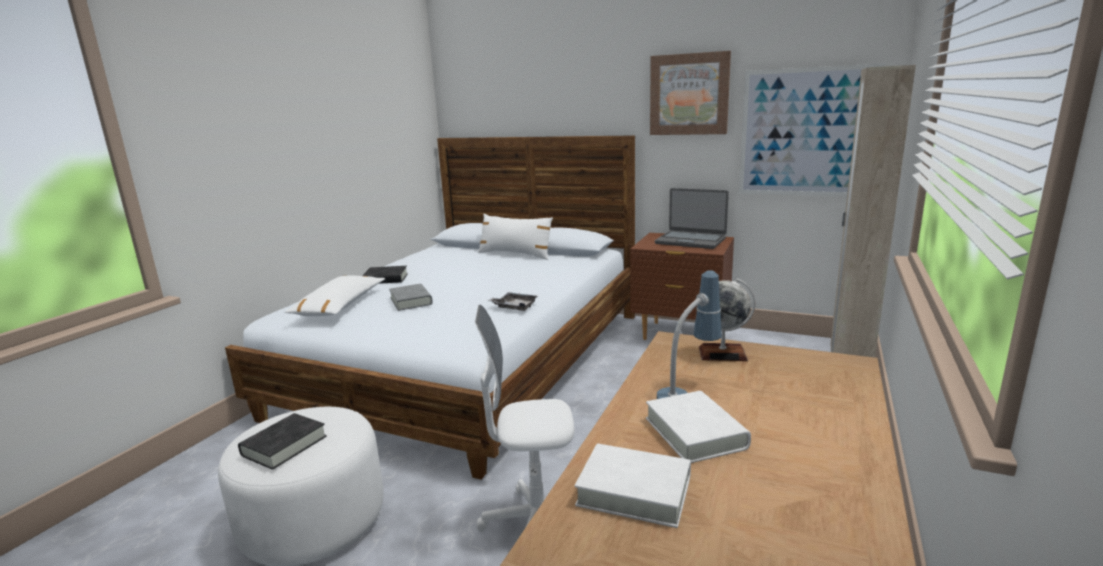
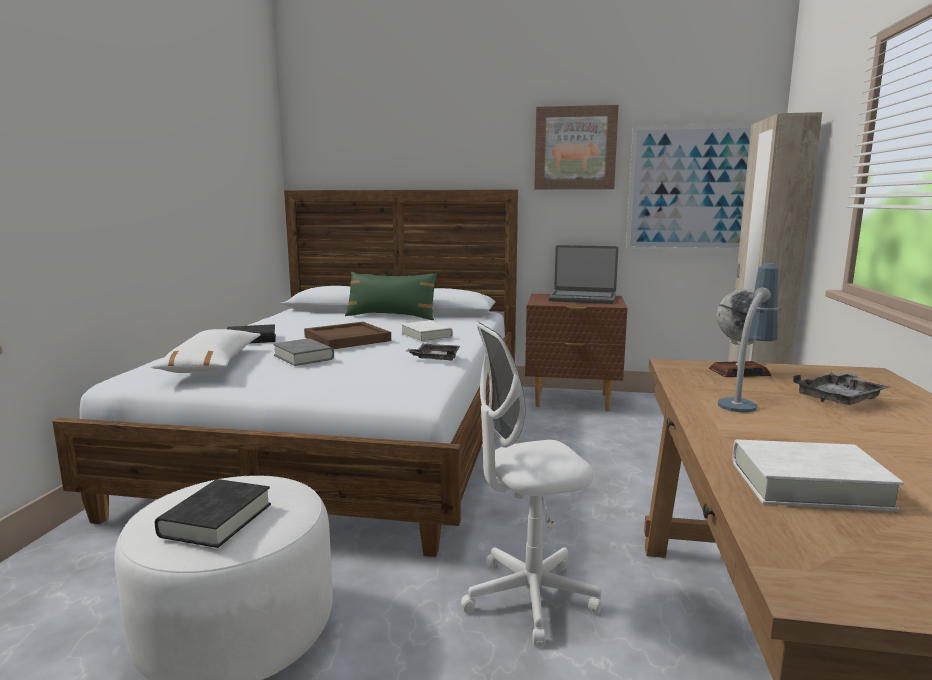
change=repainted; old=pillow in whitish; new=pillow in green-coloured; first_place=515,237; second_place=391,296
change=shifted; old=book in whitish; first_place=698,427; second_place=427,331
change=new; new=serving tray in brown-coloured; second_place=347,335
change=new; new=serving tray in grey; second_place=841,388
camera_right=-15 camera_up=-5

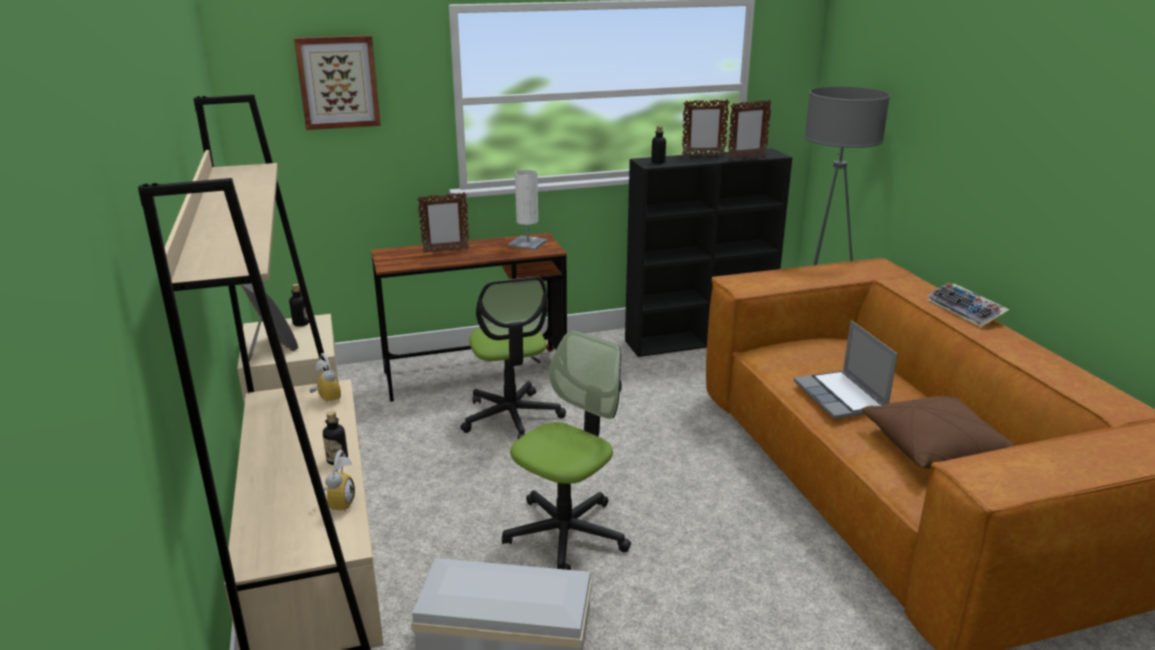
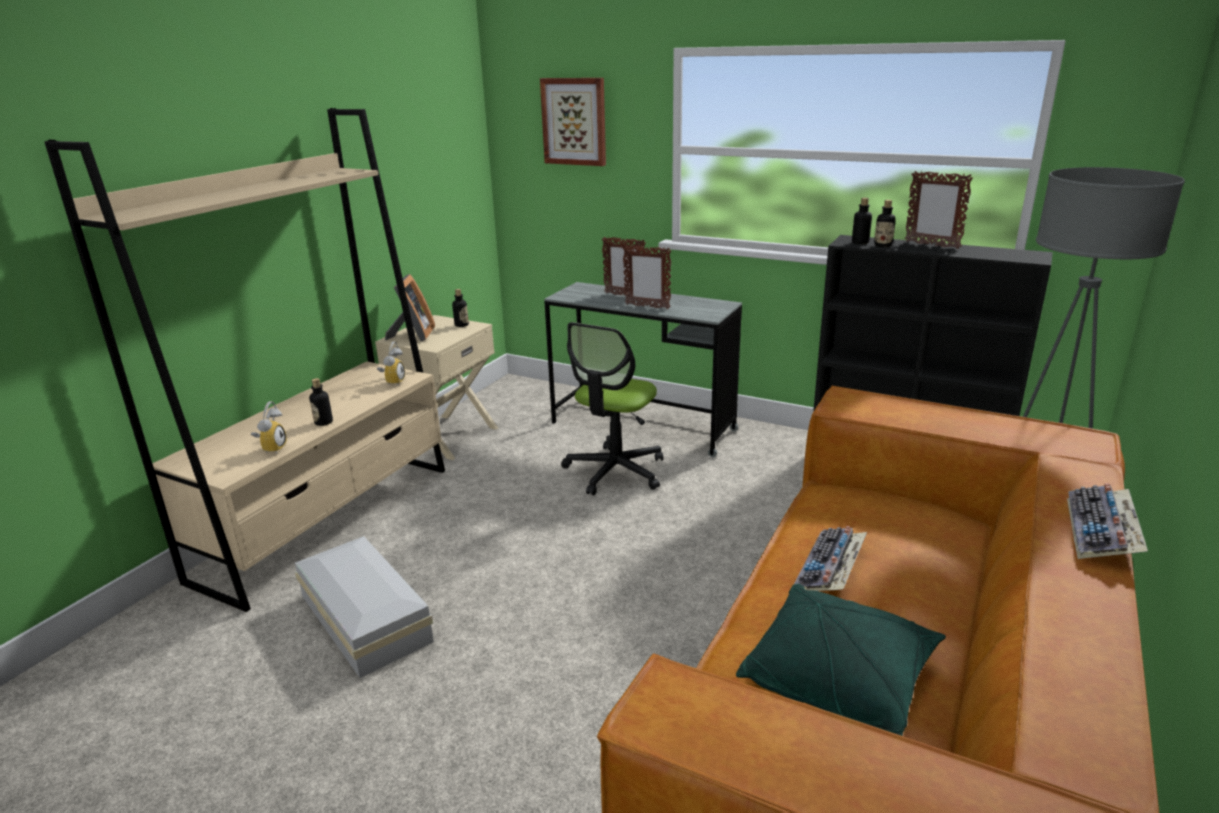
change=shifted; old=photo frame; first_place=750,130; second_place=647,277
change=gone; old=lamp for a table in whitish; first_place=527,210
change=repainted; old=desk in brown-coloured; new=desk in grey; first_place=469,317; second_place=643,369
change=swapped; old=laptop; new=keyboard; first_place=846,369; second_place=830,558
change=gone; old=desk chair; first_place=566,450
change=repainted; old=pillow in brown-coloured; new=pillow in green-coloured; first_place=938,432; second_place=841,660
change=rotated; old=bedside clock; first_place=339,481; second_place=269,427; degrees=-45
change=new; new=bottle; second_place=885,223
camera_right=45 camera_up=0

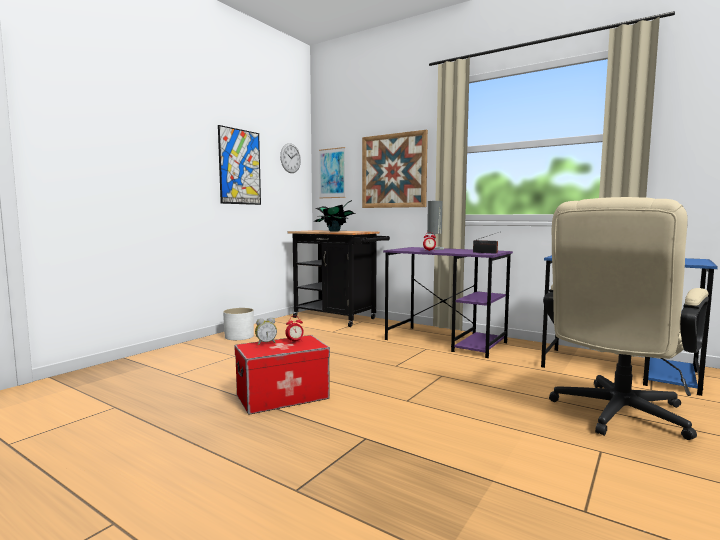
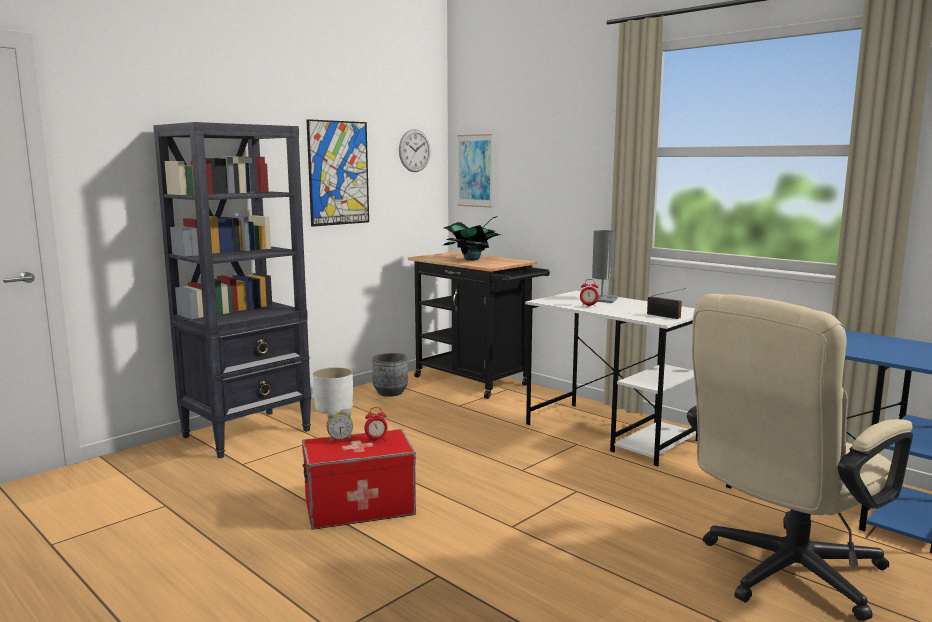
change=gone; old=wall picture; first_place=395,169
change=repainted; old=desk in purple; new=desk in whitish; first_place=448,302; second_place=611,379
change=new; new=bookcase in blackish; second_place=232,290
change=new; new=flower pot in grey; second_place=390,375
camera_right=10 camera_up=5

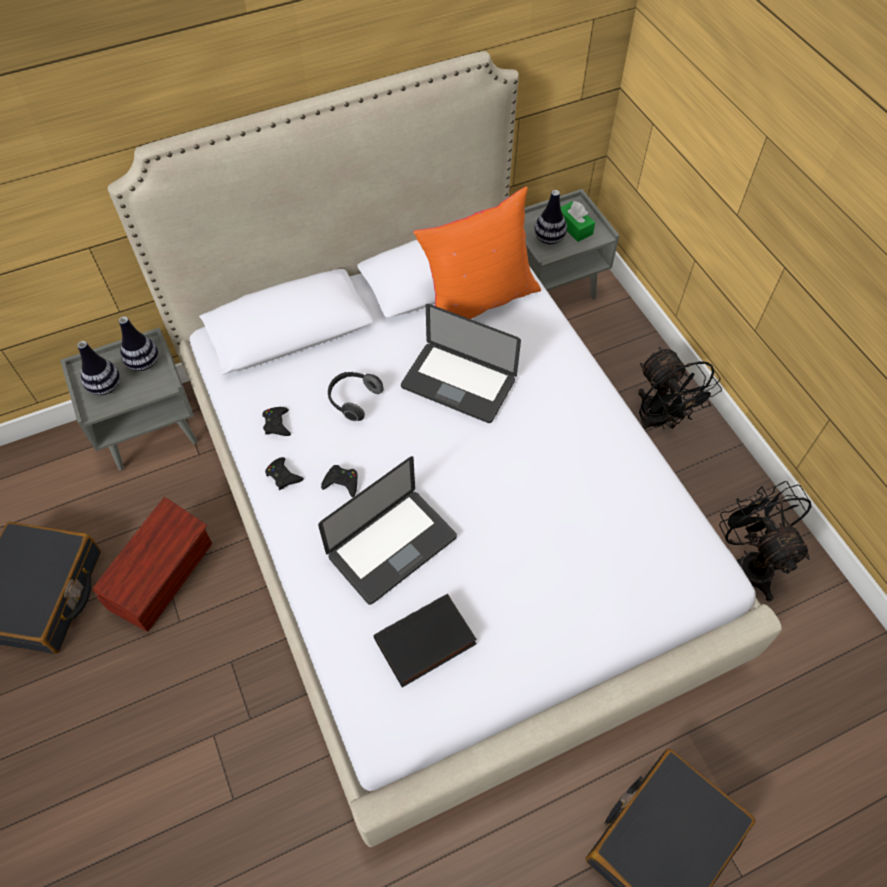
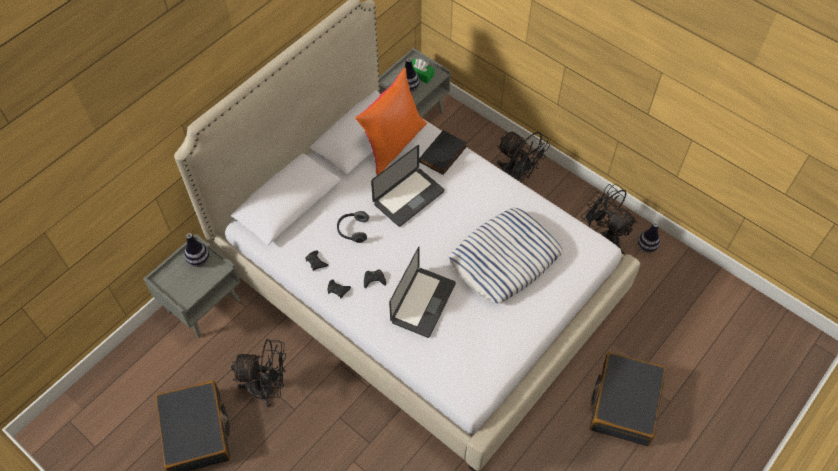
change=rotated; old=laptop; first_place=461,363; second_place=407,186; degrees=-45
change=shifted; old=flower vase; first_place=98,368; second_place=648,237
change=swapped; old=storage box in brown-coloured; new=fan in blackish; first_place=152,564; second_place=258,373
change=shifted; old=book in blackish; first_place=425,640; second_place=443,152
change=new; new=pillow; second_place=505,255
camera_right=-25 camera_up=0

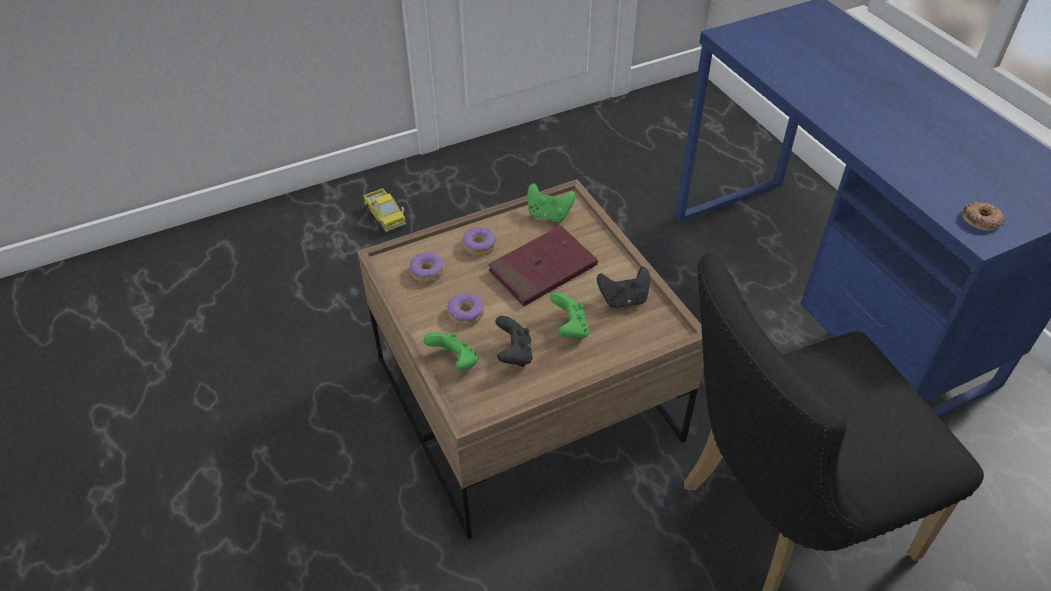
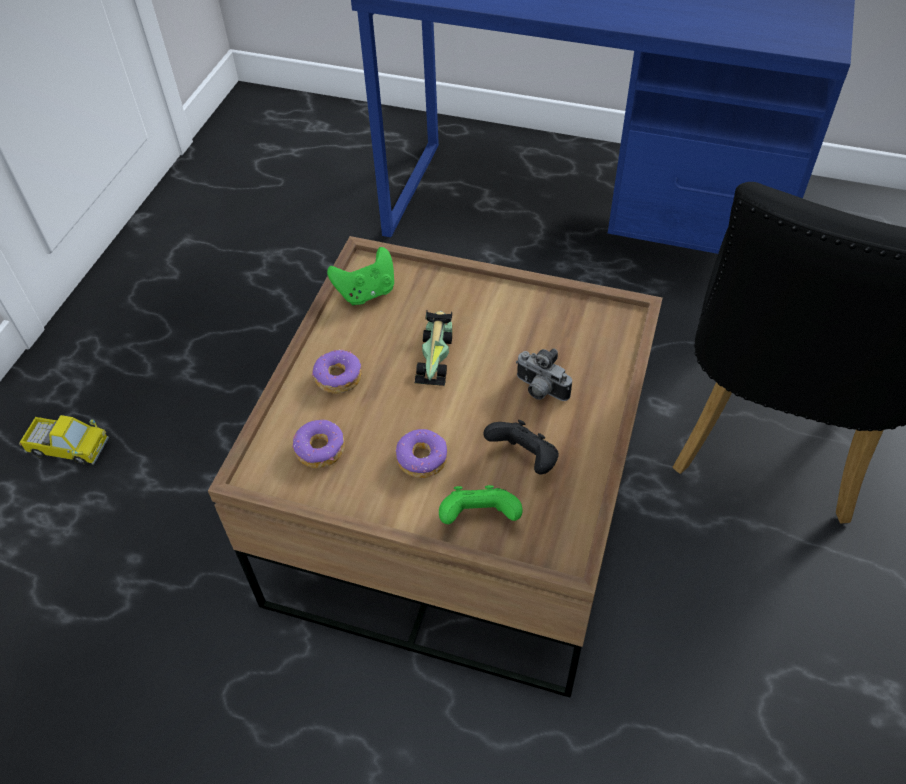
change=gone; old=doughnut; first_place=983,216
change=swapped; old=book in red-coloured; new=toy car; first_place=543,266; second_place=433,348
change=gone; old=game controller in blackish; first_place=623,287
change=swapped; old=game controller in green-coloured; new=photo camera; first_place=569,316; second_place=544,374
camera_right=-45 camera_up=5

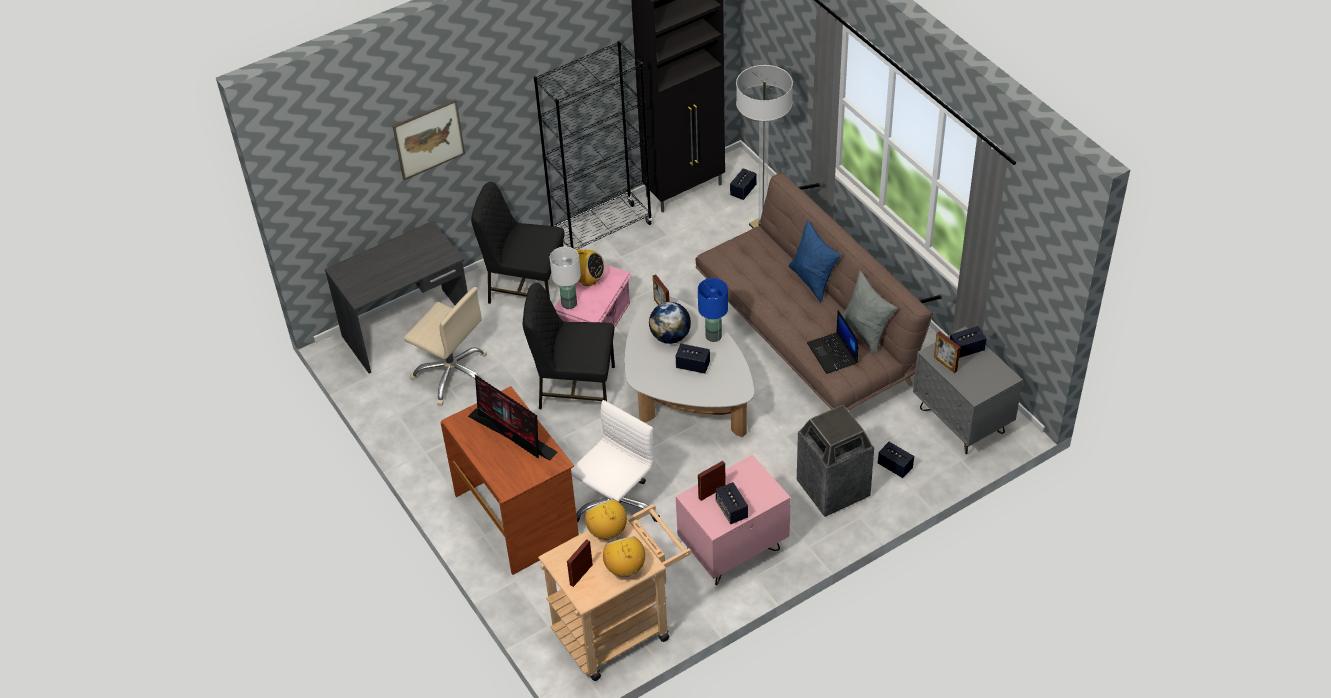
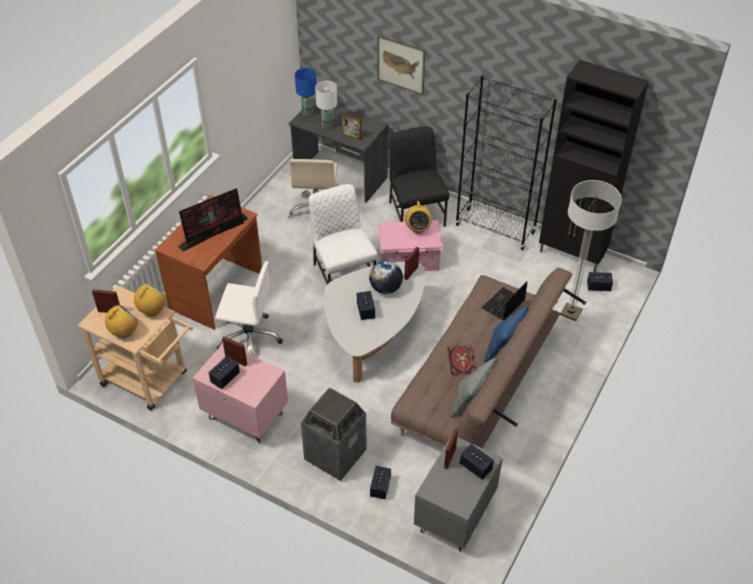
change=shifted; old=lamp for a table in whitish; first_place=565,277; second_place=326,105
change=shifted; old=lamp for a table in bluish; first_place=713,310; second_place=306,92
change=repainted; old=plain chair in blackish; new=plain chair in whitish; first_place=569,346; second_place=343,234
change=shifted; old=laptop; first_place=833,342; second_place=504,301
change=rotated; old=monitor; first_place=513,418; second_place=213,220; degrees=-135
change=new; new=photo frame; second_place=352,127
change=new; new=book; second_place=461,360
camera_right=60 camera_up=0

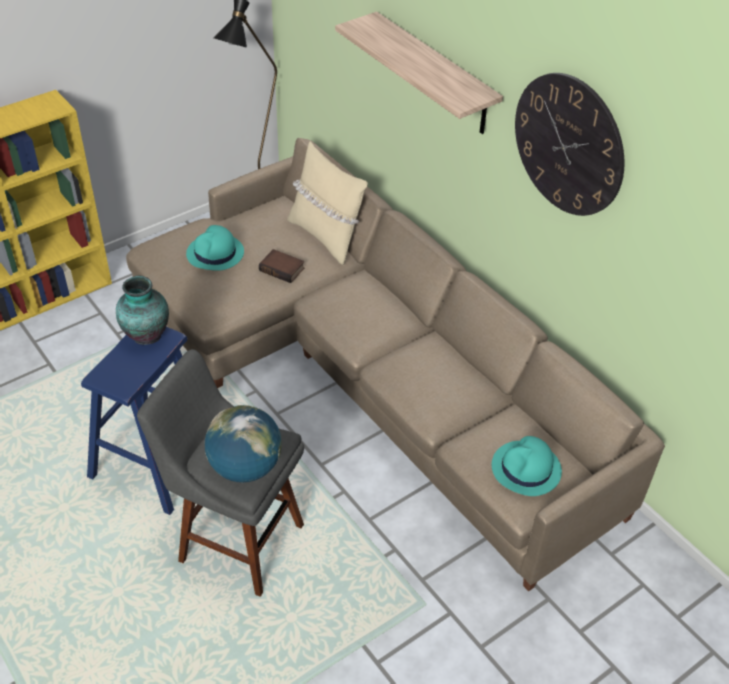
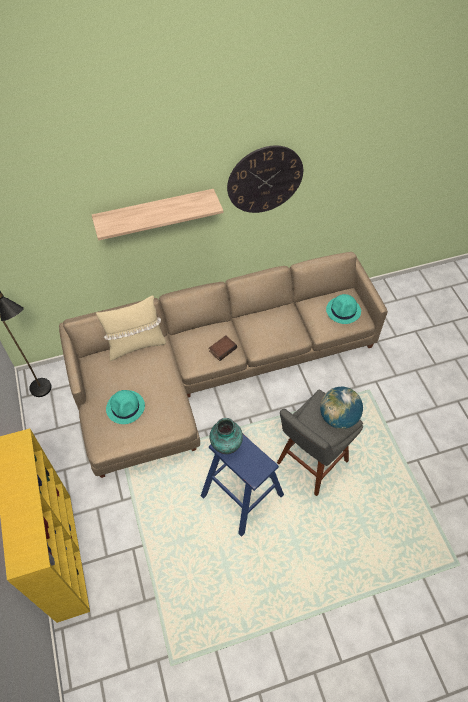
change=shifted; old=book; first_place=282,266; second_place=223,348
camera_right=-70 camera_up=10

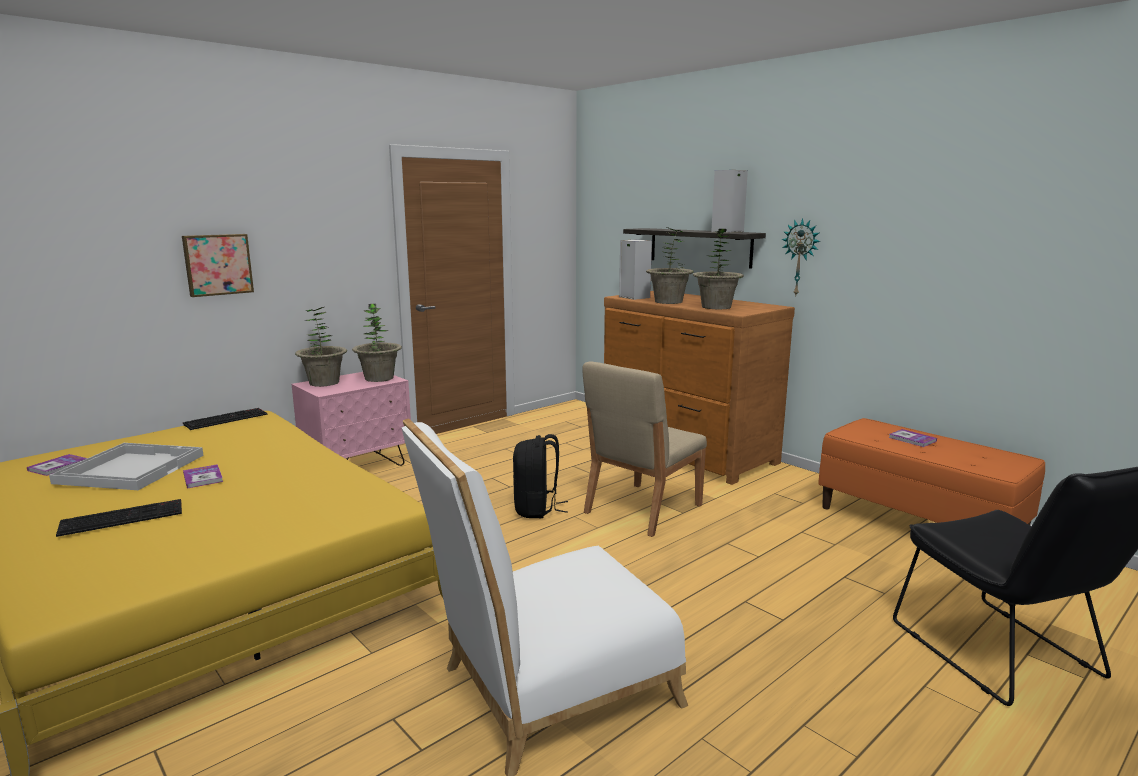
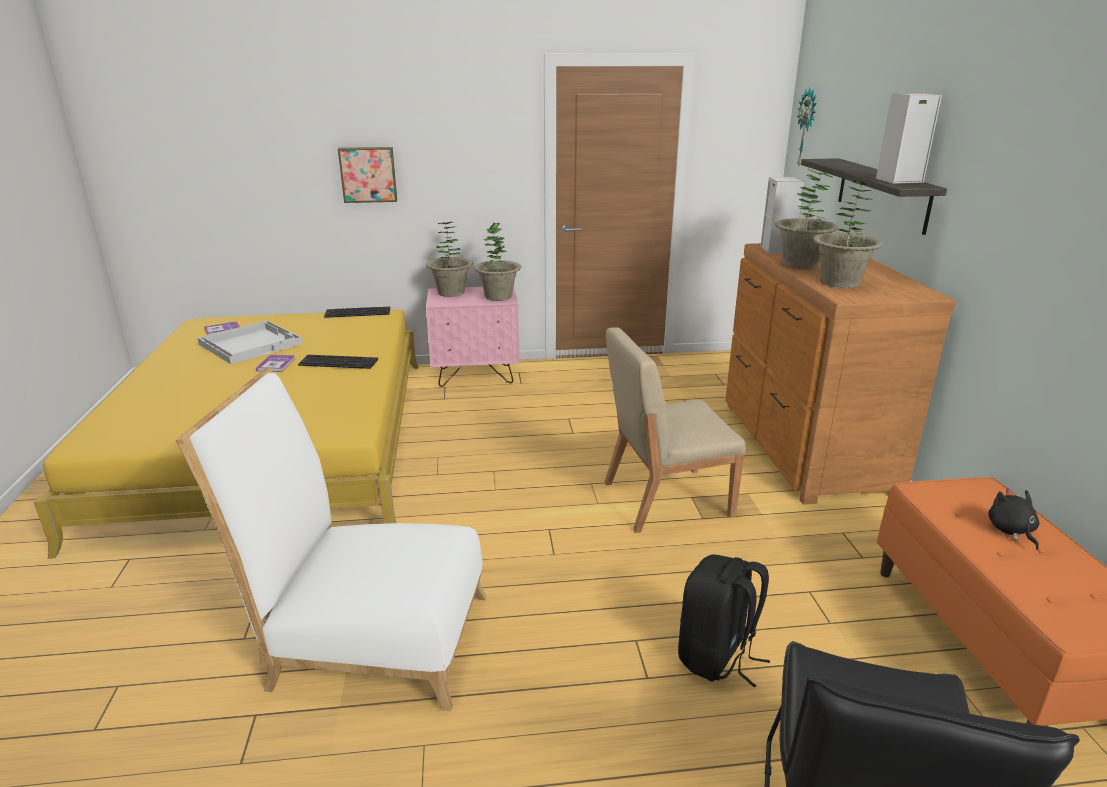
change=shifted; old=clock on the wall; first_place=801,256; second_place=807,127
change=swapped; old=book; new=plush toy in blackish; first_place=913,438; second_place=1014,519
change=shifted; old=backpack in blackish; first_place=540,476; second_place=724,621
change=shifted; old=keyboard; first_place=119,518; second_place=338,362
camera_right=35 camera_up=10

